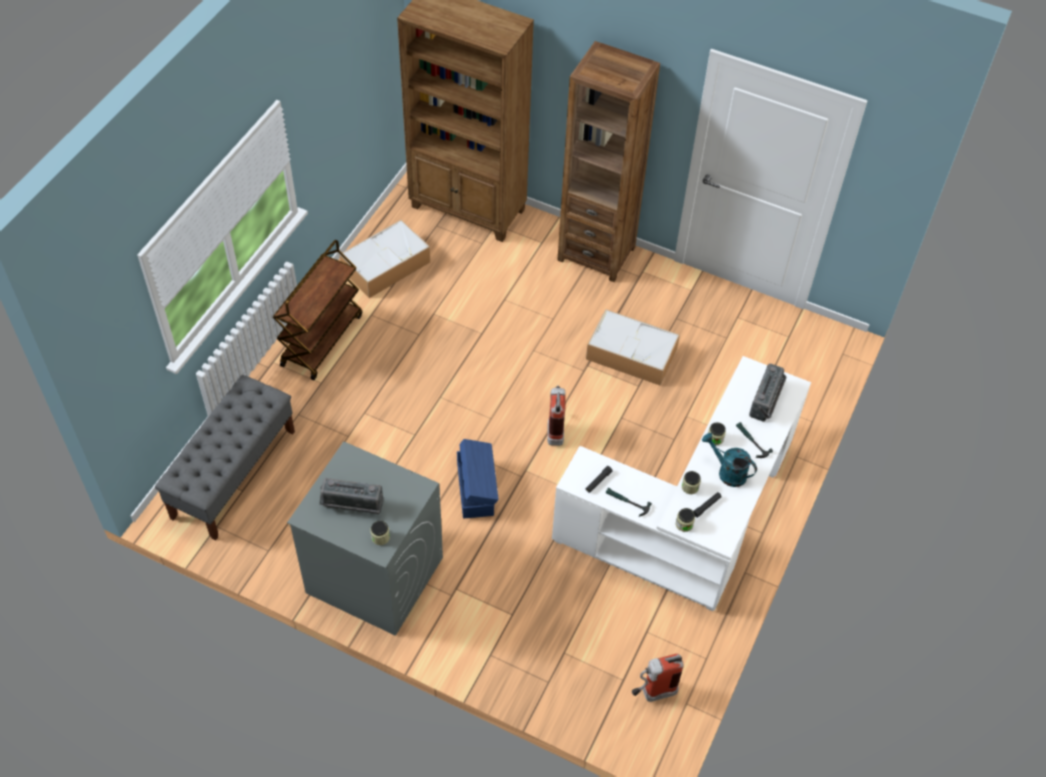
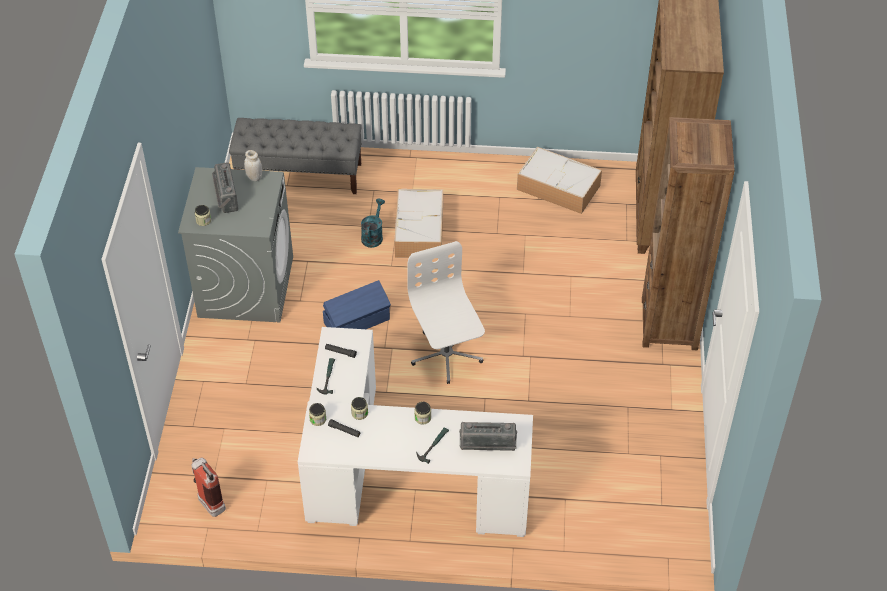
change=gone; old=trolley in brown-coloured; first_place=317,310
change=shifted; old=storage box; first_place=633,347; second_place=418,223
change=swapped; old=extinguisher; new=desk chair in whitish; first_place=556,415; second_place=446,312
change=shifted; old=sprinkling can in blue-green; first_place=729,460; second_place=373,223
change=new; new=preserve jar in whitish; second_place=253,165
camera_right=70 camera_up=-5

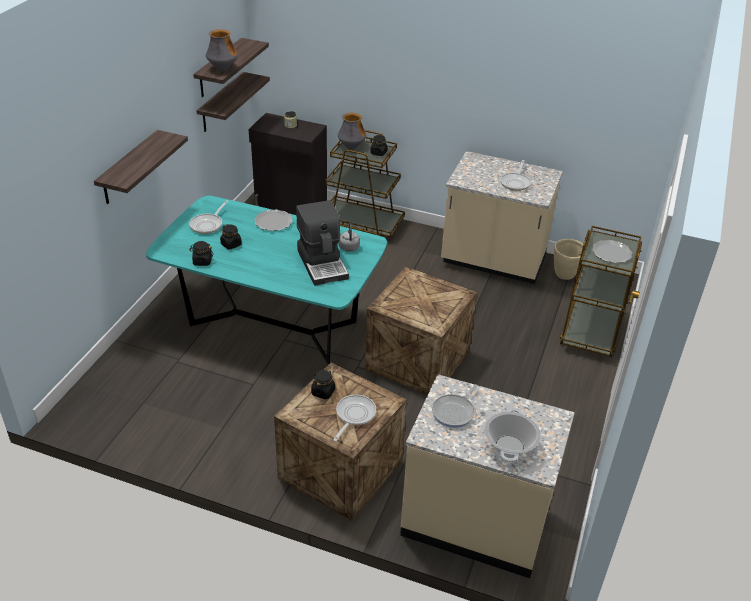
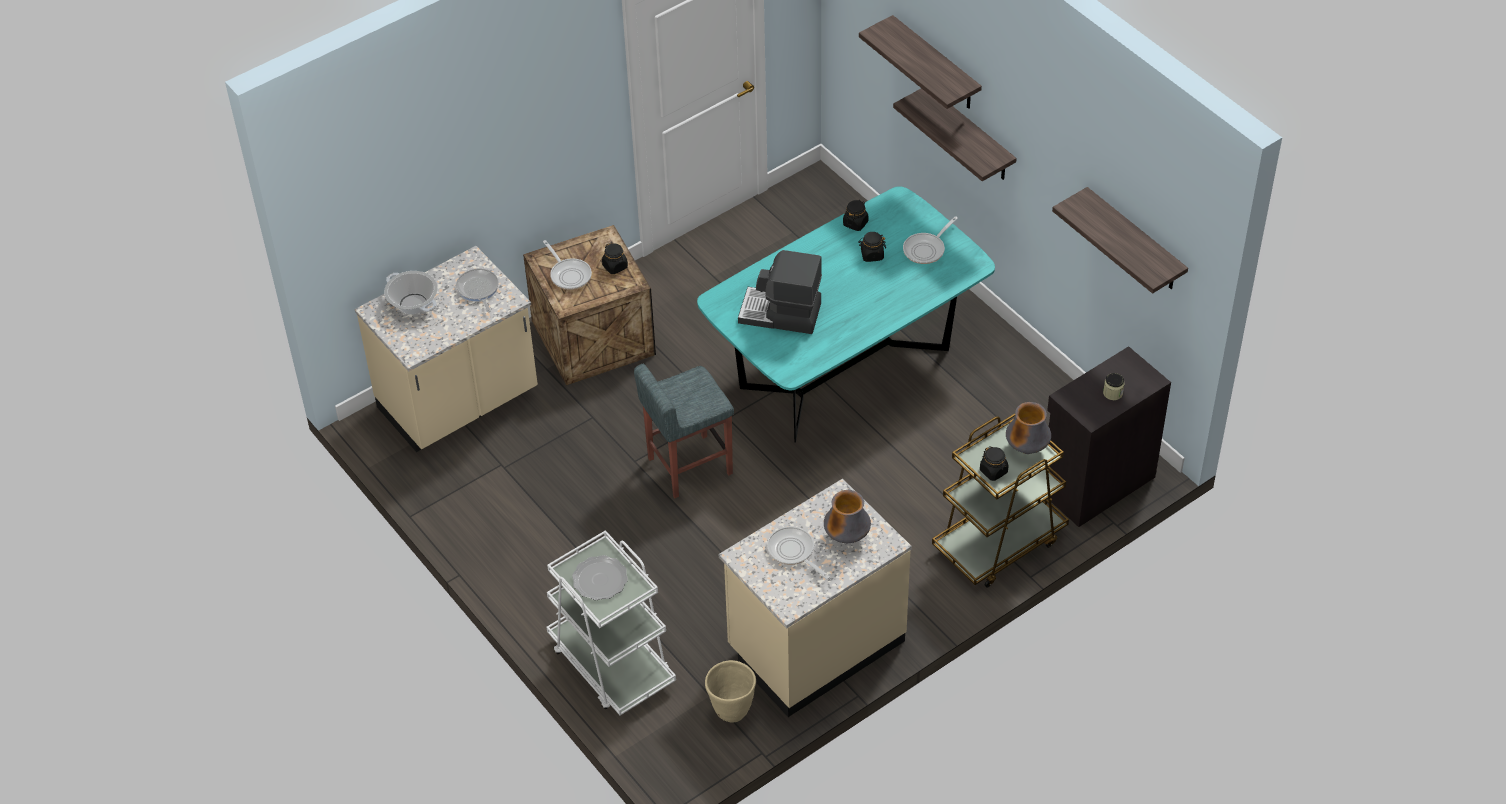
change=shifted; old=flower vase; first_place=222,50; second_place=847,516
change=shifted; old=wall shelf; first_place=233,102; second_place=920,62
change=rotated; old=skillet; first_place=208,217; second_place=930,240; degrees=-105
change=gone; old=flat dish; first_place=273,220
change=gone; old=tea kettle in grey; first_place=349,237
change=repainted; old=trolley in brown-coloured; new=trolley in whitish; first_place=600,291; second_place=611,623
change=swapped; old=packing crate; new=stool seat in grey; first_place=421,330; second_place=684,431
camera_right=125 camera_up=10

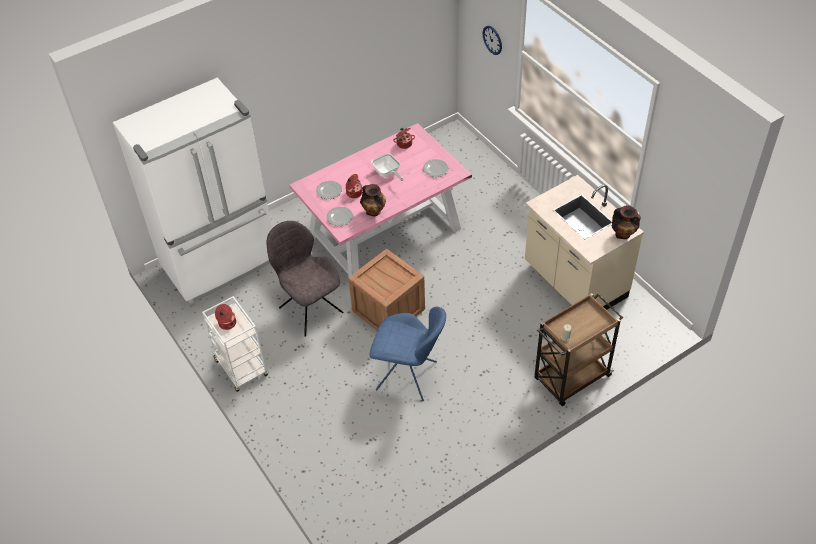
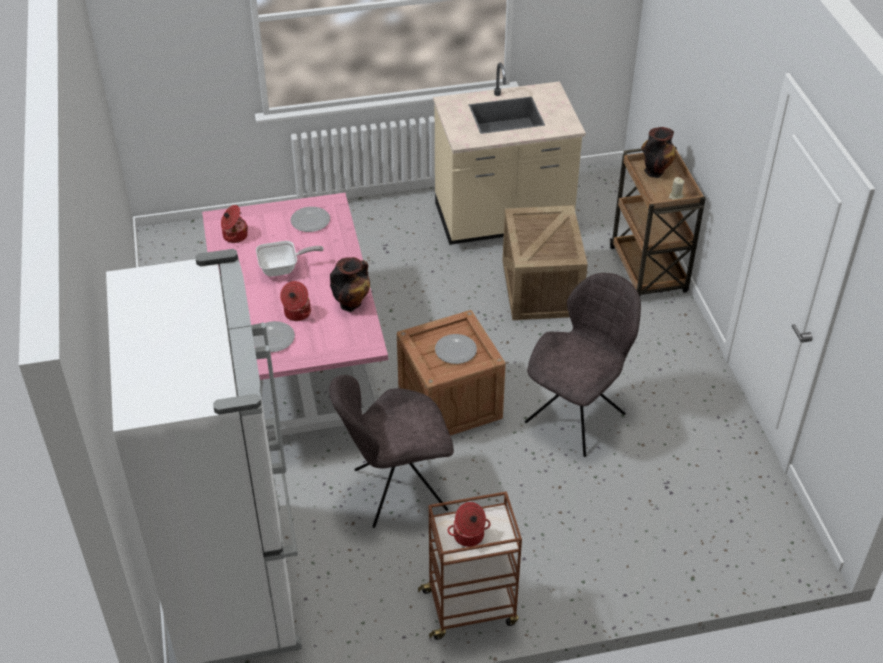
change=gone; old=clock on the wall; first_place=492,40
change=shifted; old=flower vase; first_place=626,222; second_place=658,152
change=shifted; old=flat dish; first_place=340,216; second_place=456,349
change=repainted; old=trolley in whitish; new=trolley in brown-coloured; first_place=235,344; second_place=470,566
change=repainted; old=plain chair in bluish; new=plain chair in grey; first_place=408,354; second_place=583,365
change=new; new=packing crate; second_place=545,262
camera_right=-70 camera_up=-5

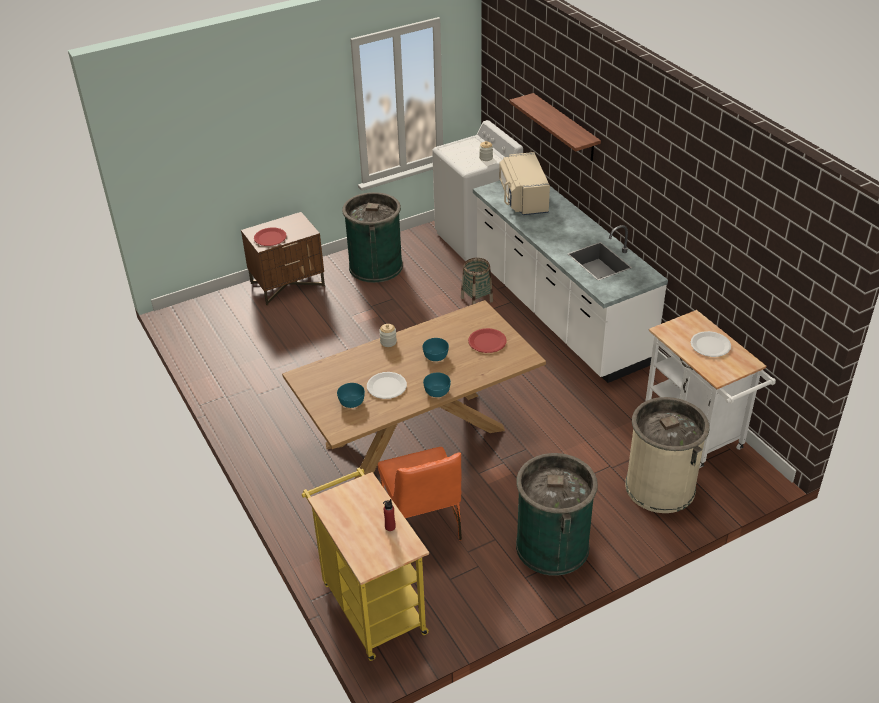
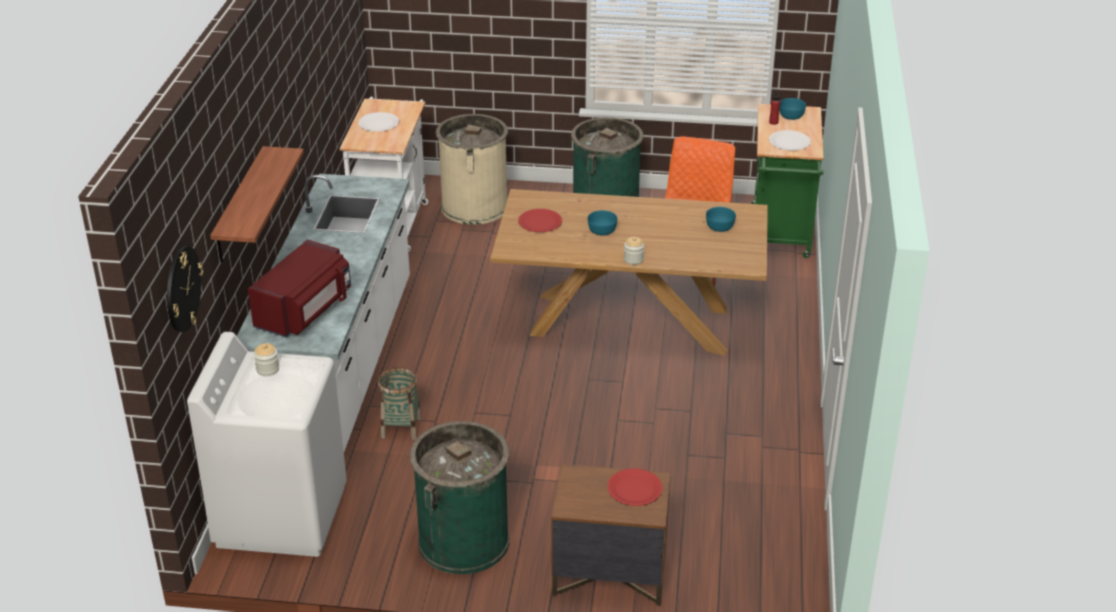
change=repainted; old=kitchen microwave in beige-coloured; new=kitchen microwave in red-coloured; first_place=524,183; second_place=299,288
change=shifted; old=flat dish in whitish; first_place=387,385; second_place=790,140
change=shifted; old=bowl in blue-green; first_place=437,385; second_place=792,109
change=repainted; old=trolley in yellowish; new=trolley in green-coloured; first_place=365,564; second_place=787,181
change=new; new=clock on the wall; second_place=185,289
camera_right=-145 camera_up=-5

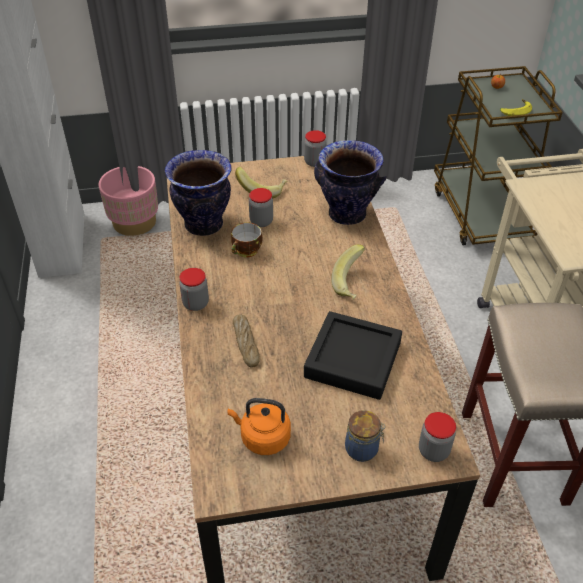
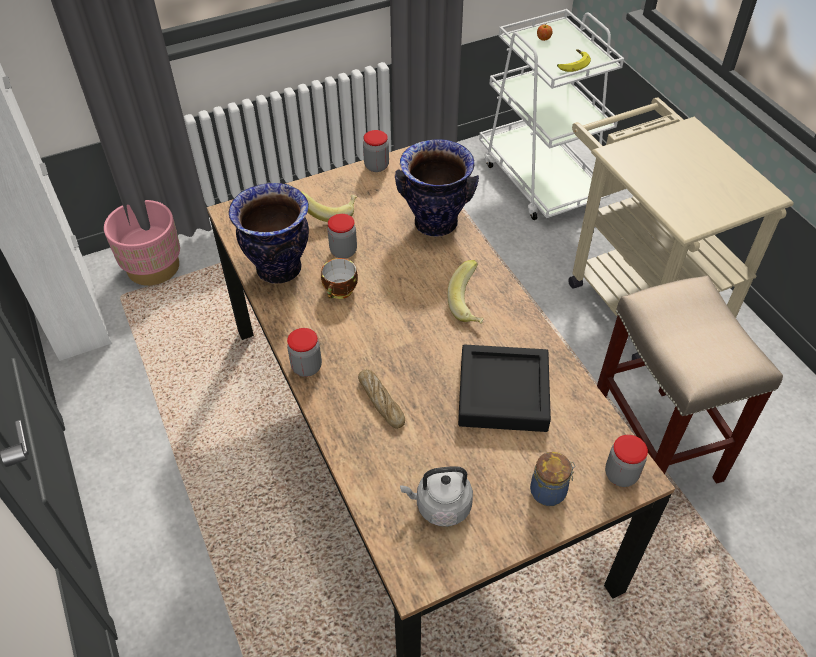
change=repainted; old=trolley in brown-coloured; new=trolley in whitish; first_place=498,155; second_place=551,114
change=repainted; old=tea kettle in orange-coloured; new=tea kettle in grey; first_place=259,426; second_place=436,496
camera_right=-15 camera_up=5

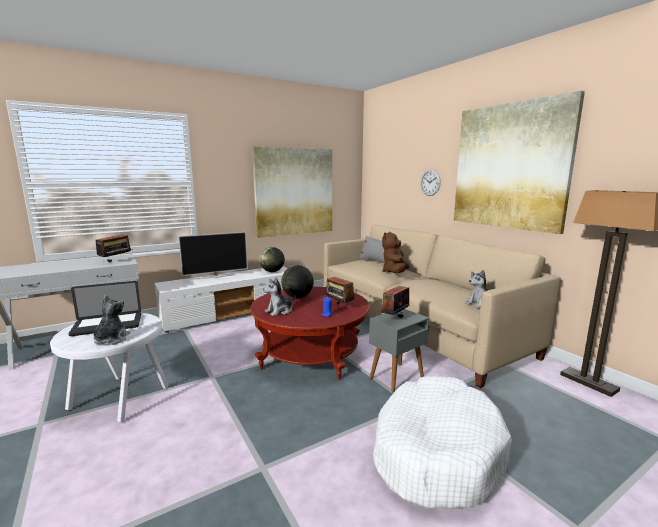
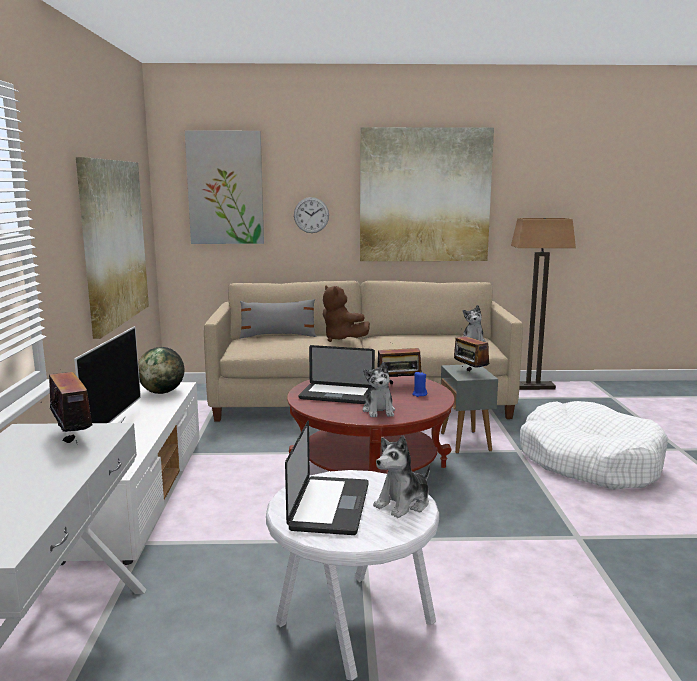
change=swapped; old=globe; new=laptop; first_place=297,281; second_place=336,374
change=rotated; old=plush toy; first_place=111,320; second_place=401,476; degrees=-75
change=new; new=wall picture; second_place=224,187
camera_right=-60 camera_up=0

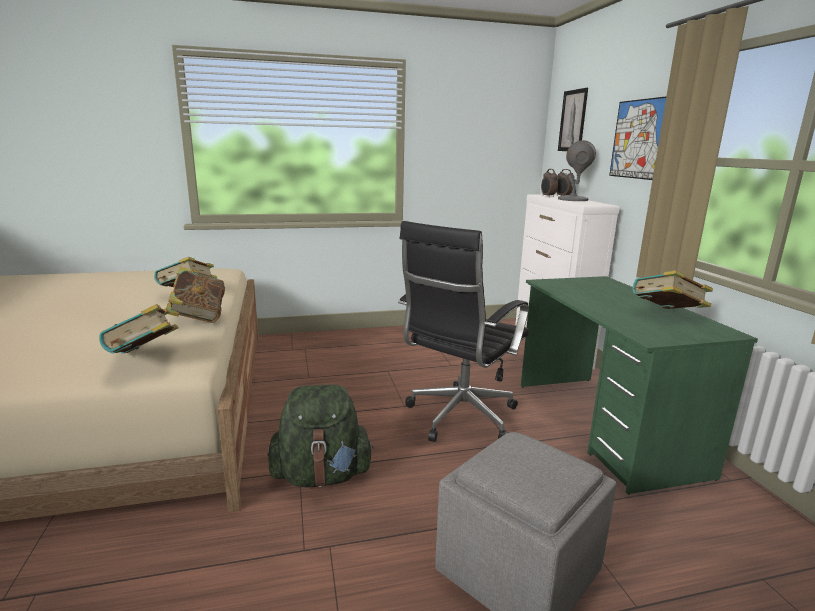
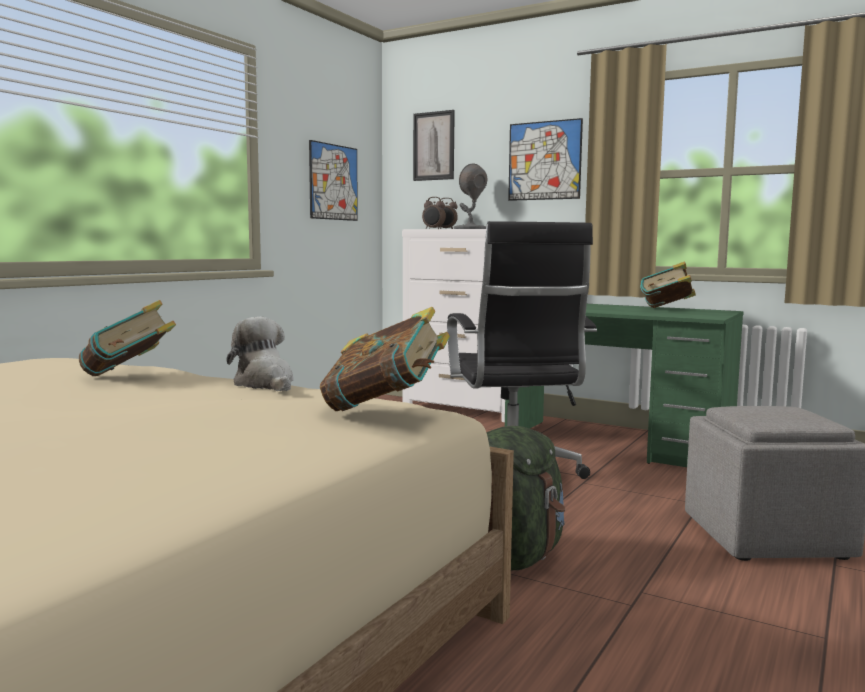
change=swapped; old=book; new=plush toy; first_place=195,294; second_place=260,354
change=new; new=wall picture; second_place=333,180
camera_right=-45 camera_up=-10

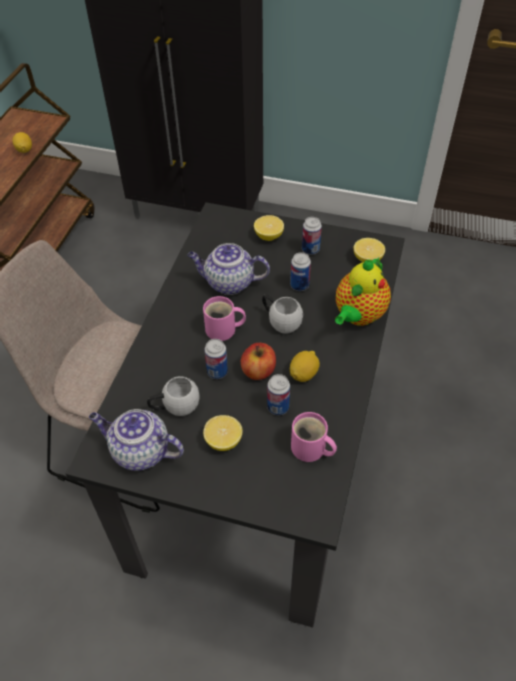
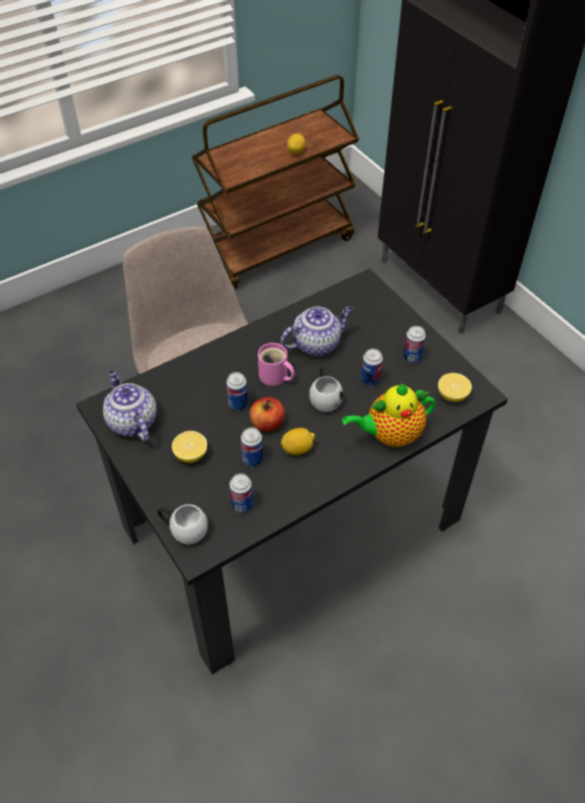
change=gone; old=whole lemon; first_place=269,228
change=rotated; old=pot for tea; first_place=228,269; second_place=317,331; degrees=105
change=shifted; old=coffee mug in whitish; first_place=173,396; second_place=182,524
change=swapped; old=coffee mug in pinkish; new=can; first_place=314,437; second_place=241,493
camera_right=40 camera_up=0

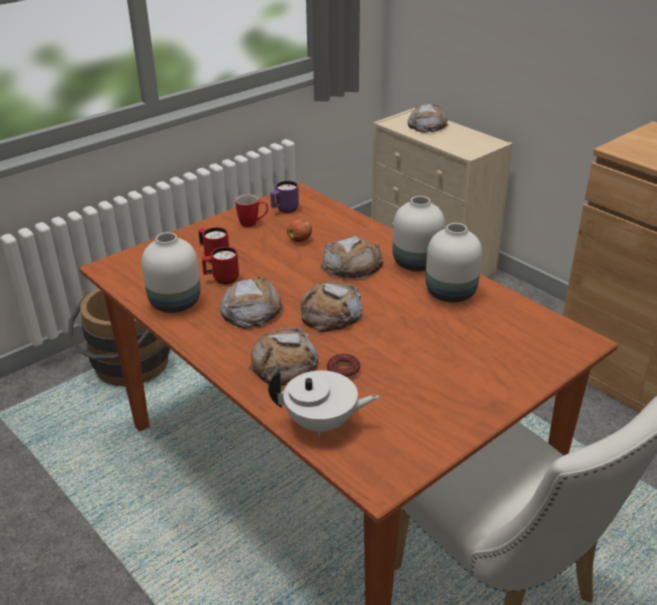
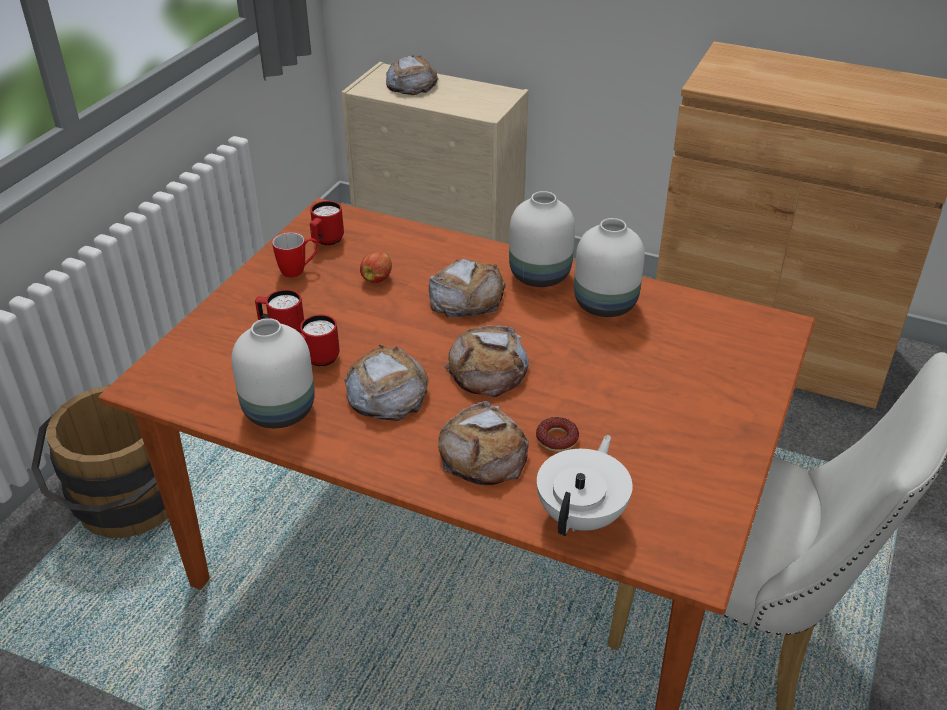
change=repainted; old=coffee mug in purple; new=coffee mug in red-coloured; first_place=284,197; second_place=327,223
change=rotated; old=pot for tea in whitish; first_place=323,403; second_place=585,485; degrees=-45
camera_right=-25 camera_up=5

